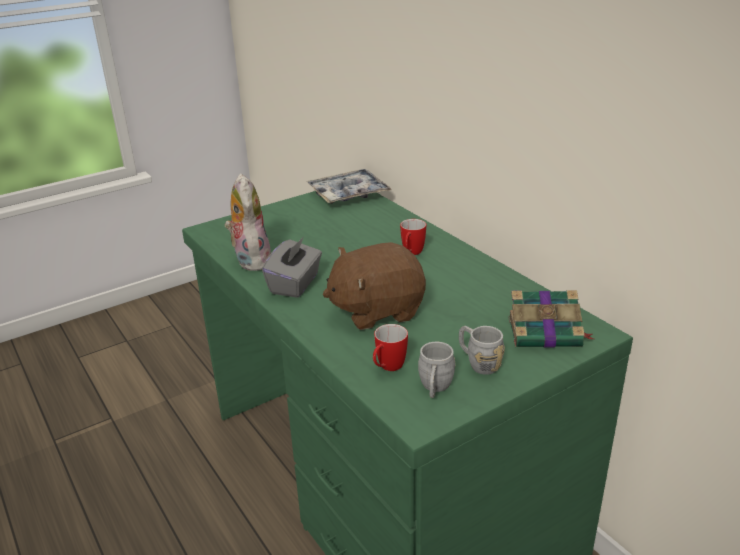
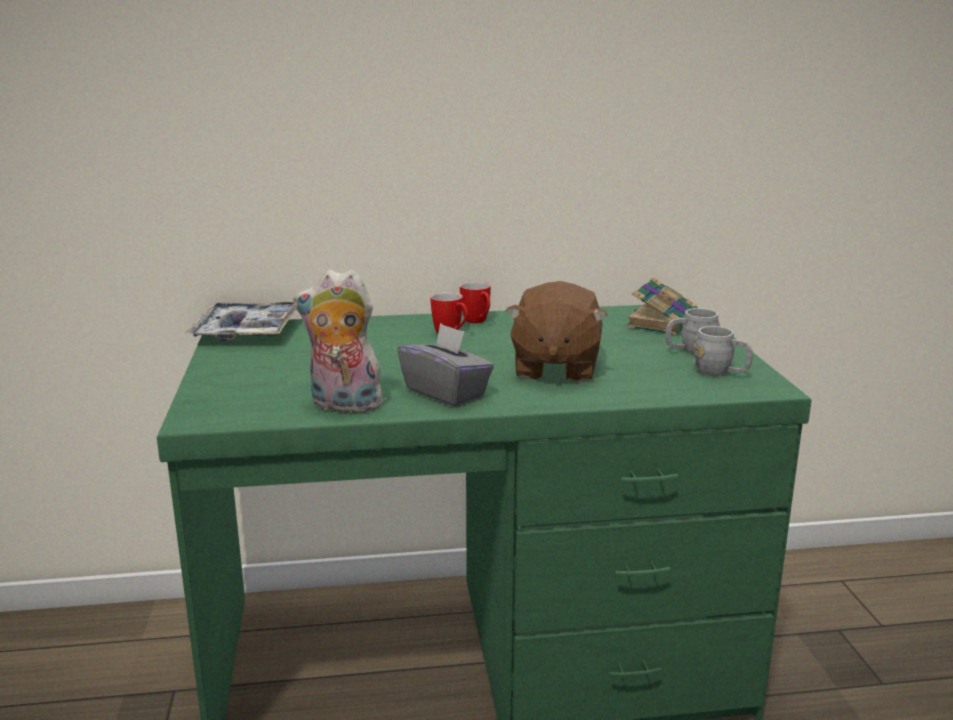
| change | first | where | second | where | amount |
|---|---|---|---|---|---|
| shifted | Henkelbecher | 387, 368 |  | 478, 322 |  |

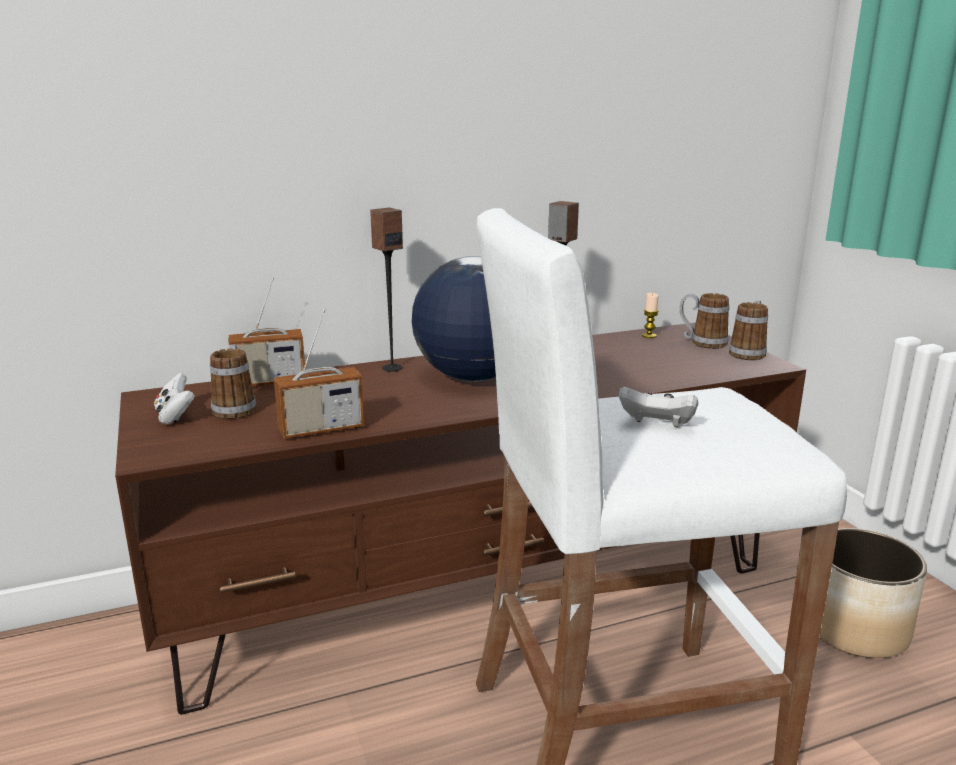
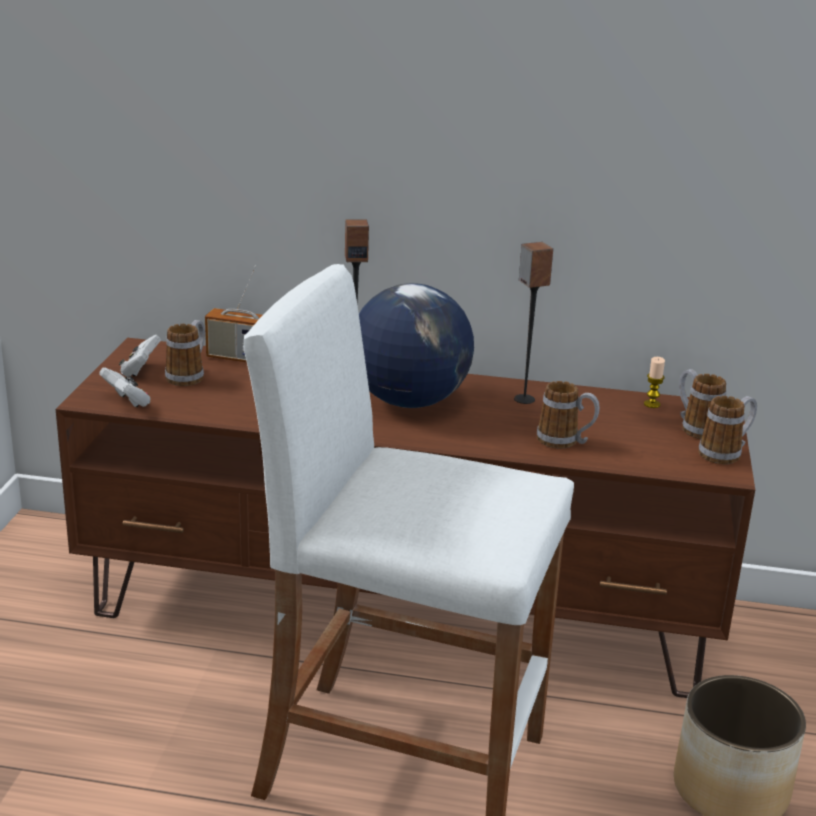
| change | first | where | second | where | amount |
|---|---|---|---|---|---|
| gone | Radio | 321, 429 |  |  |  |
| new |  |  | Henkelbecher | 565, 442 |  |
| shifted | Gamepad [weiß] | 656, 425 |  | 127, 402 |  |

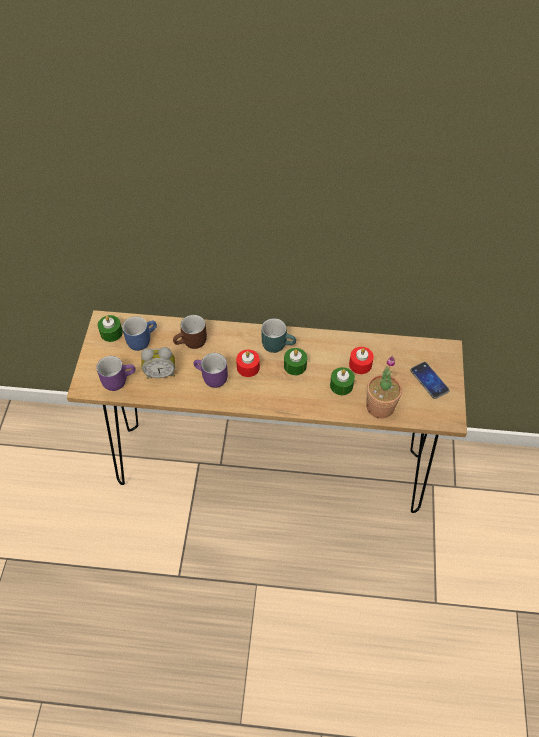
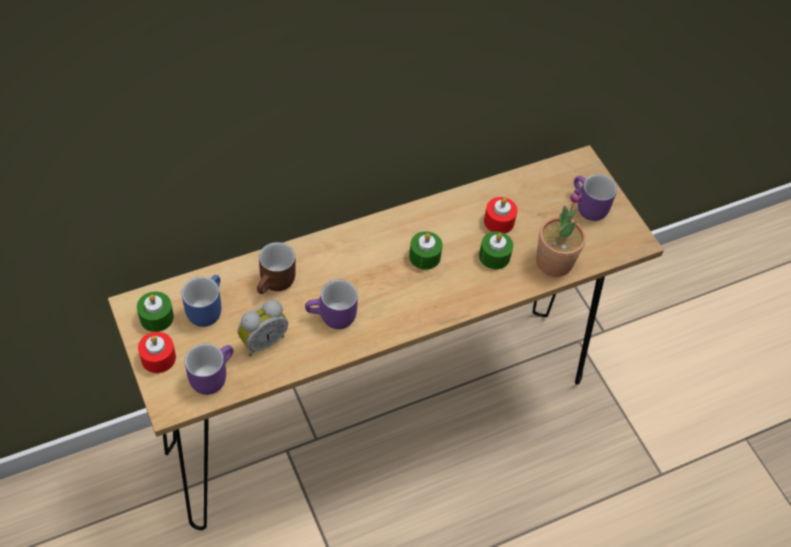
| change | first | where | second | where | amount |
|---|---|---|---|---|---|
| gone | Henkelbecher [türkis] | 278, 344 |  |  |  |
| shifted | Kerze [rot] | 248, 367 |  | 158, 358 |  |
| swapped | Handy | 429, 380 | Henkelbecher [lila] | 586, 207 |  |

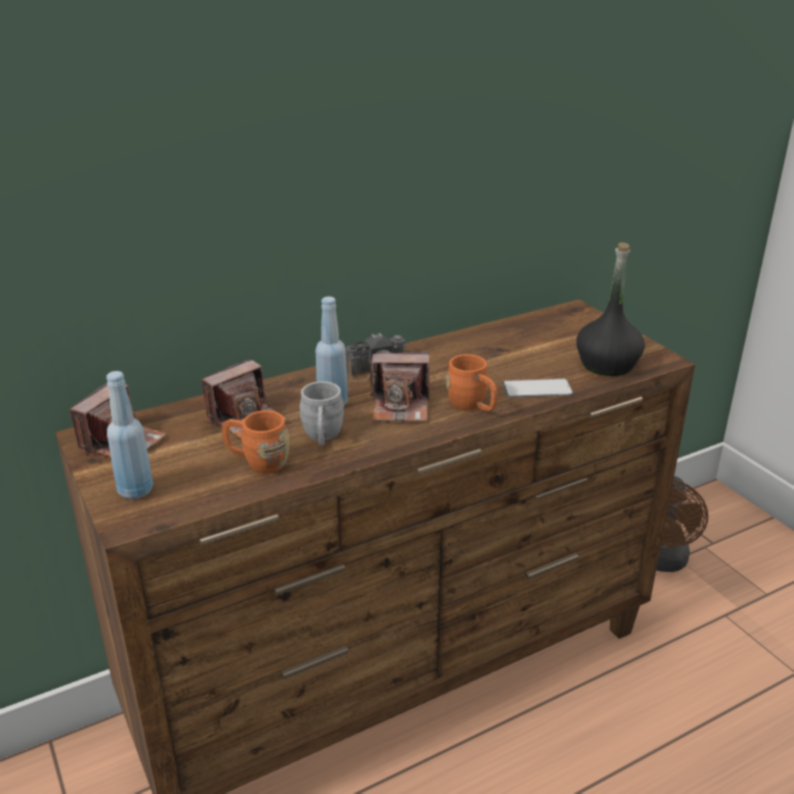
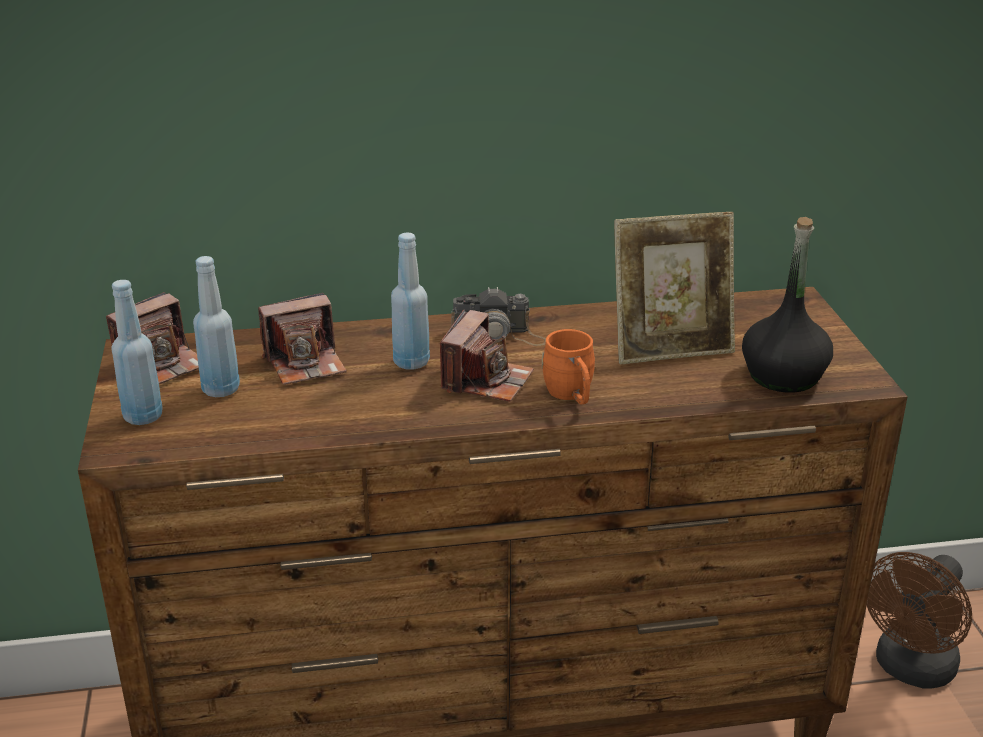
| change | first | where | second | where | amount |
|---|---|---|---|---|---|
| gone | Henkelbecher [orange] | 257, 461 |  |  |  |
| gone | Henkelbecher [grau] | 322, 437 |  |  |  |
| gone | Handy | 537, 389 |  |  |  |
| new |  |  | Flasche [blau] | 221, 389 |  |
| new |  |  | Bilderrahmen | 670, 348 |  |
| rotated | Kamera | 400, 407 |  | 486, 381 | 90 degrees counterclockwise |

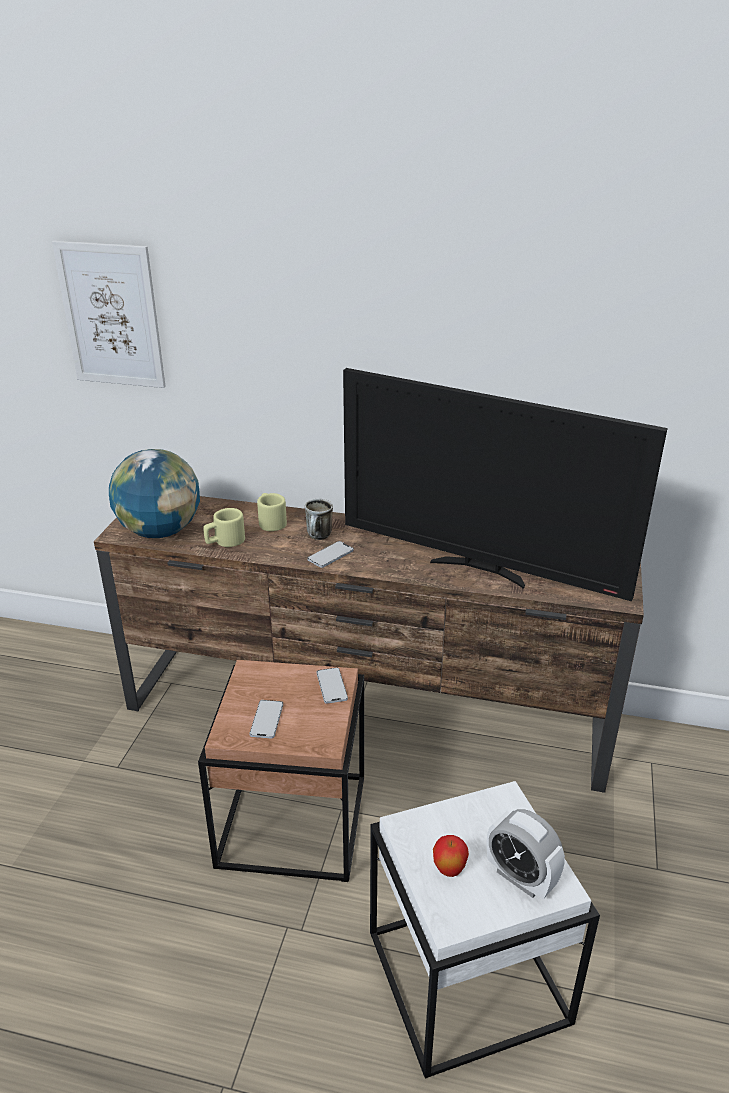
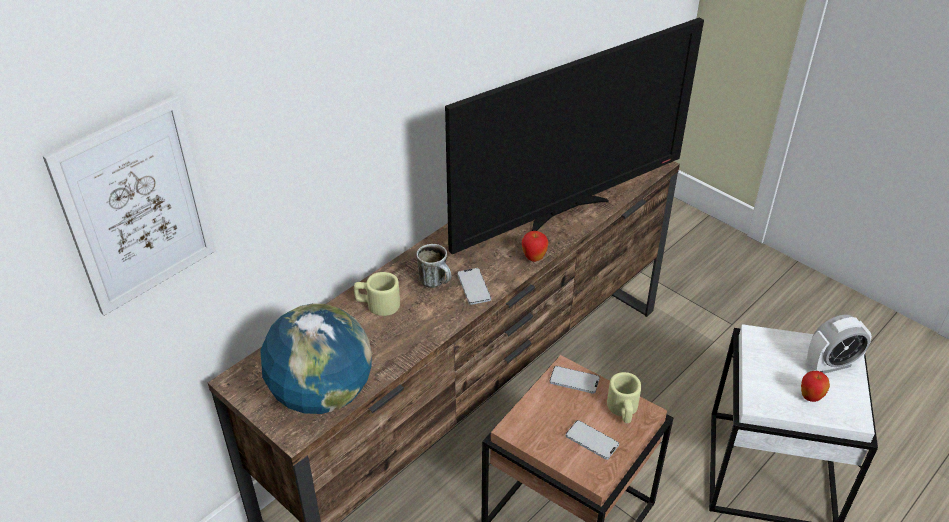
| change | first | where | second | where | amount |
|---|---|---|---|---|---|
| new |  |  | Apfel | 534, 258 |  |
| shifted | Henkelbecher [beige] | 224, 541 |  | 623, 409 |  |

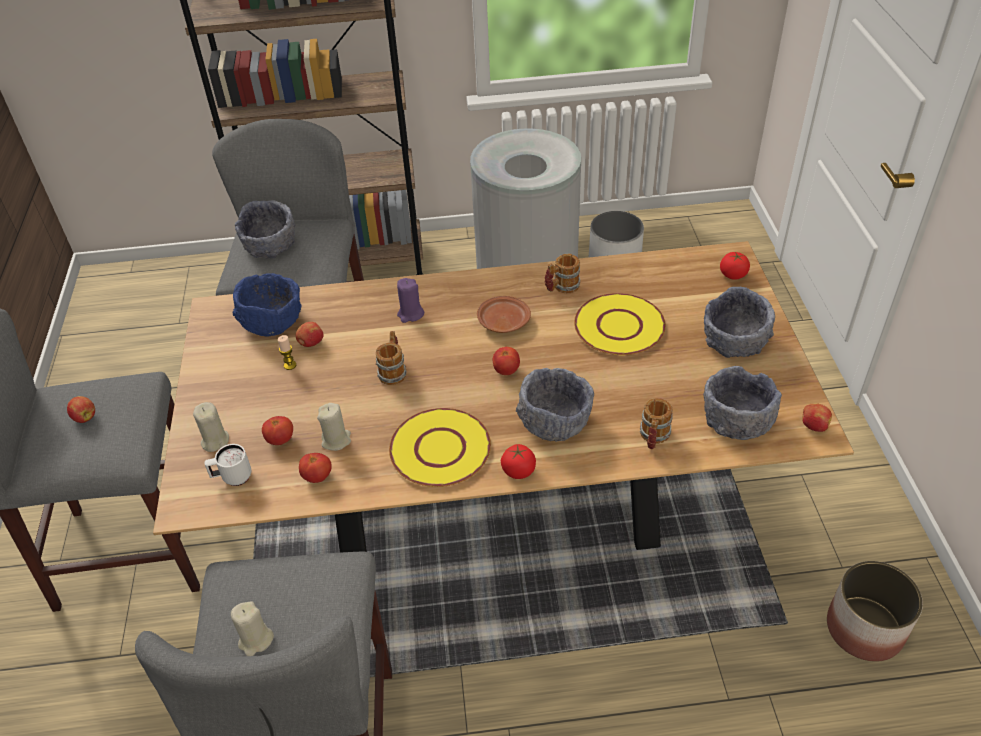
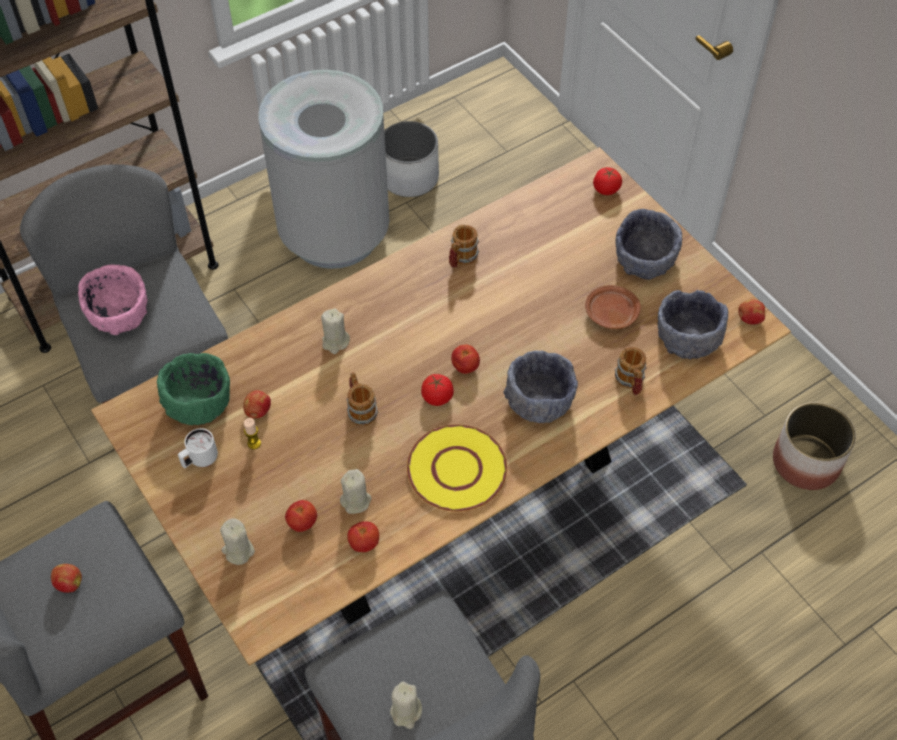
| change | first | where | second | where | amount |
|---|---|---|---|---|---|
| gone | Teller [gelb] | 619, 325 |  |  |  |
| shifted | Henkelbecher [weiß] | 232, 478 |  | 200, 460 |  |
| shifted | Teller [braun] | 503, 321 |  | 610, 313 |  |
| shifted | Tomate | 518, 470 |  | 437, 397 |  |
| repainted | Schüssel [blau] | 272, 320 | Schüssel [grün] | 198, 402 |  |
| repainted | Schüssel [grau] | 270, 245 | Schüssel [rosa] | 120, 314 |  |
| repainted | Kerze [lila] | 410, 314 | Kerze [beige] | 335, 342 |  |

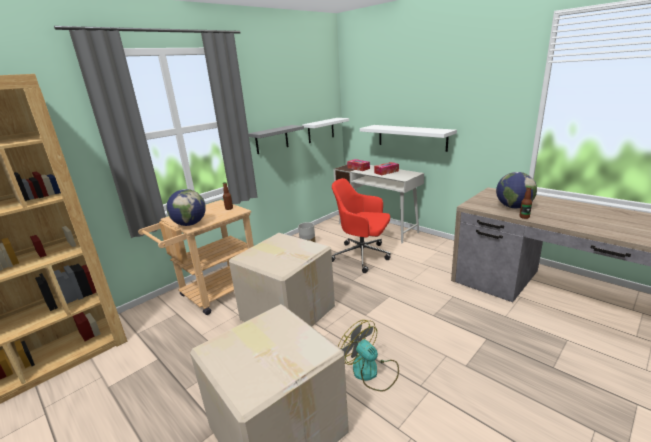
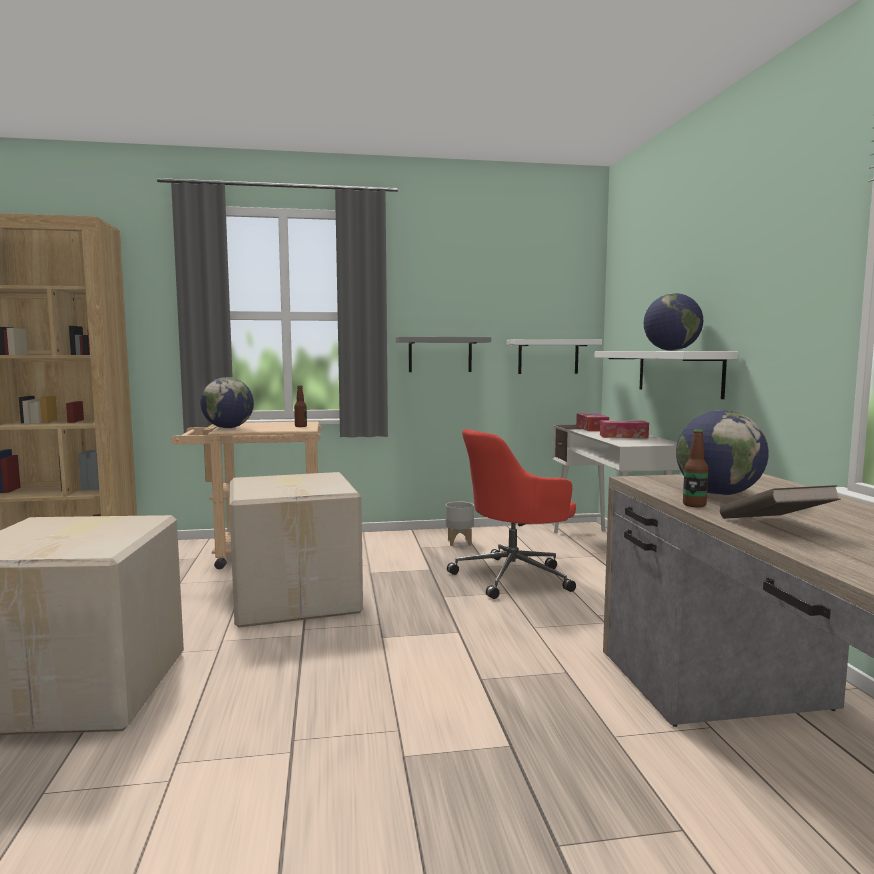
| change | first | where | second | where | amount |
|---|---|---|---|---|---|
| gone | Ventilator | 371, 372 |  |  |  |
| new |  |  | Globus | 671, 350 |  |
| new |  |  | Buch [braun] | 774, 526 |  |
| rotated | Bürostuhl [rot] | 363, 256 |  | 514, 577 | 90 degrees counterclockwise |

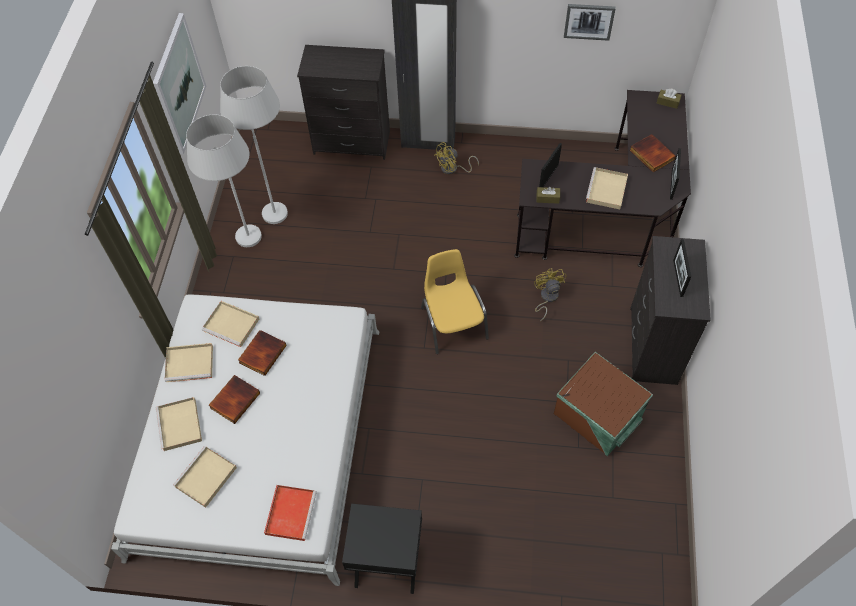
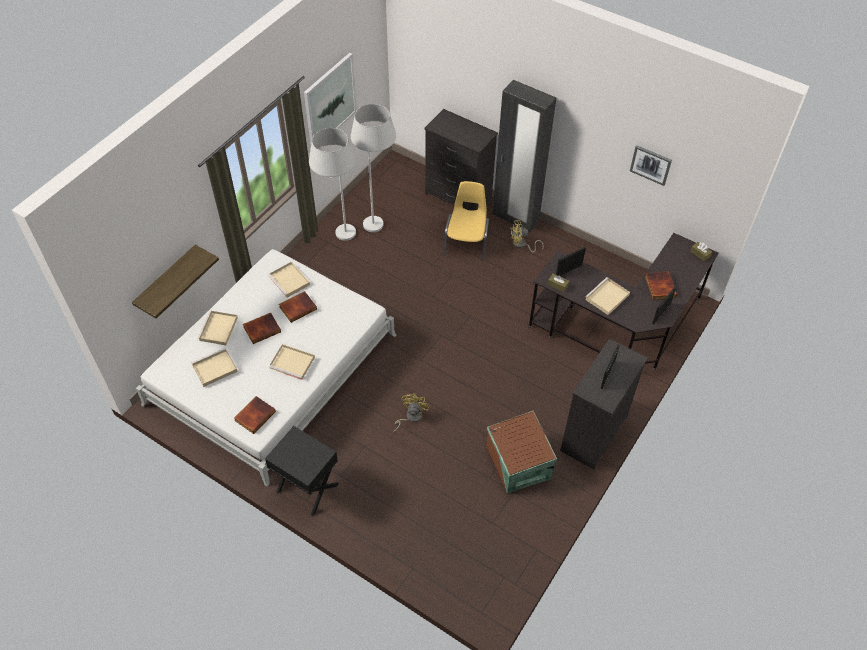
| change | first | where | second | where | amount |
|---|---|---|---|---|---|
| new |  |  | Wandregal | 166, 280 |  |
| shifted | Tablett [beige] | 191, 363 |  | 293, 363 |  |
| shifted | Stuhl [gelb] | 453, 322 |  | 466, 241 |  |
| shifted | Ventilator [gelb] | 547, 298 |  | 410, 417 |  |
| swapped | Tablett [rot] | 290, 512 | Buch | 254, 415 |  |

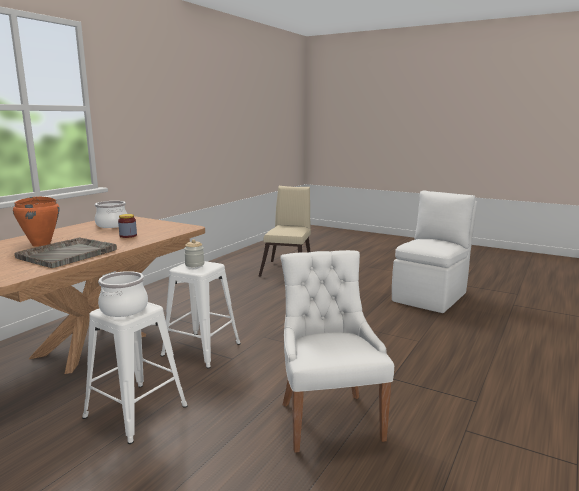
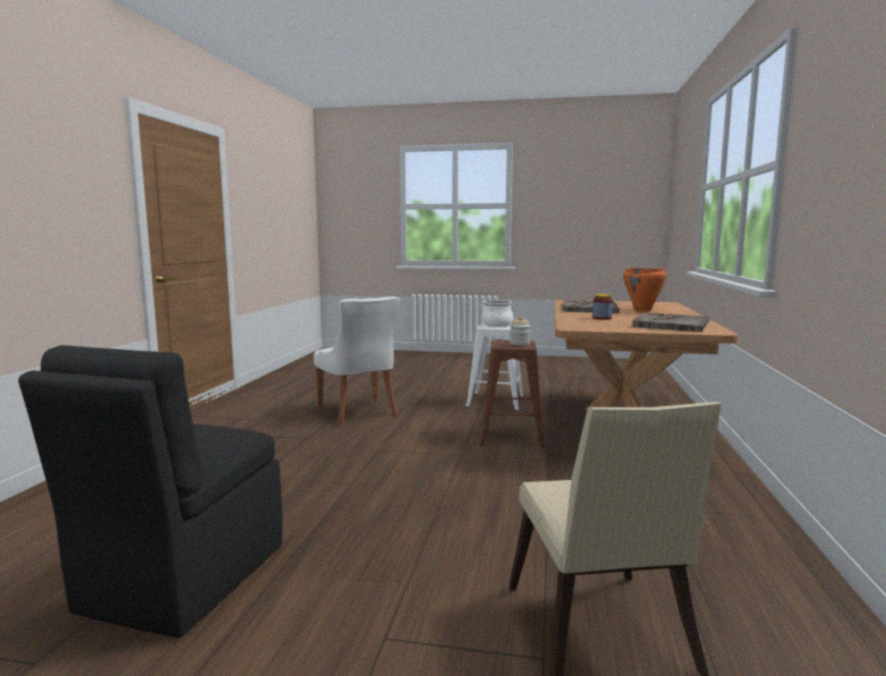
| change | first | where | second | where | amount |
|---|---|---|---|---|---|
| swapped | Kochtopf | 112, 225 | Tablett [grau] | 671, 324 |  |
| repainted | Hocker [weiß] | 201, 350 | Hocker [braun] | 510, 435 |  |
| repainted | Stuhl [weiß] | 430, 296 | Stuhl [schwarz] | 180, 579 |  |

